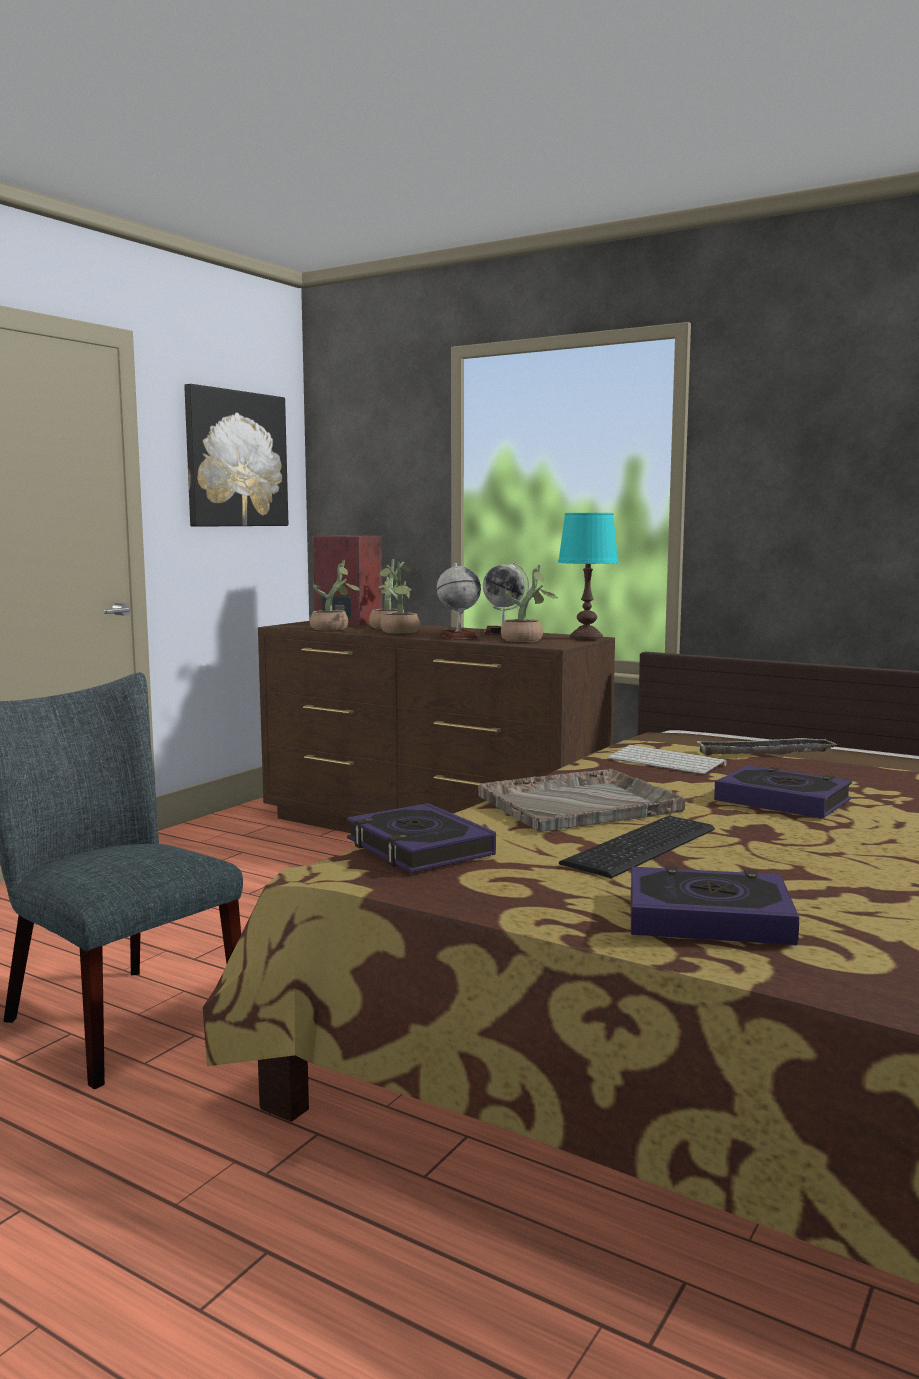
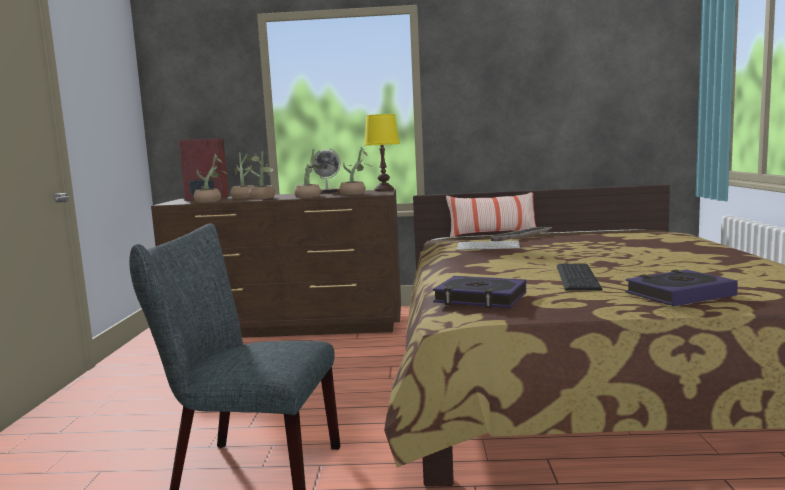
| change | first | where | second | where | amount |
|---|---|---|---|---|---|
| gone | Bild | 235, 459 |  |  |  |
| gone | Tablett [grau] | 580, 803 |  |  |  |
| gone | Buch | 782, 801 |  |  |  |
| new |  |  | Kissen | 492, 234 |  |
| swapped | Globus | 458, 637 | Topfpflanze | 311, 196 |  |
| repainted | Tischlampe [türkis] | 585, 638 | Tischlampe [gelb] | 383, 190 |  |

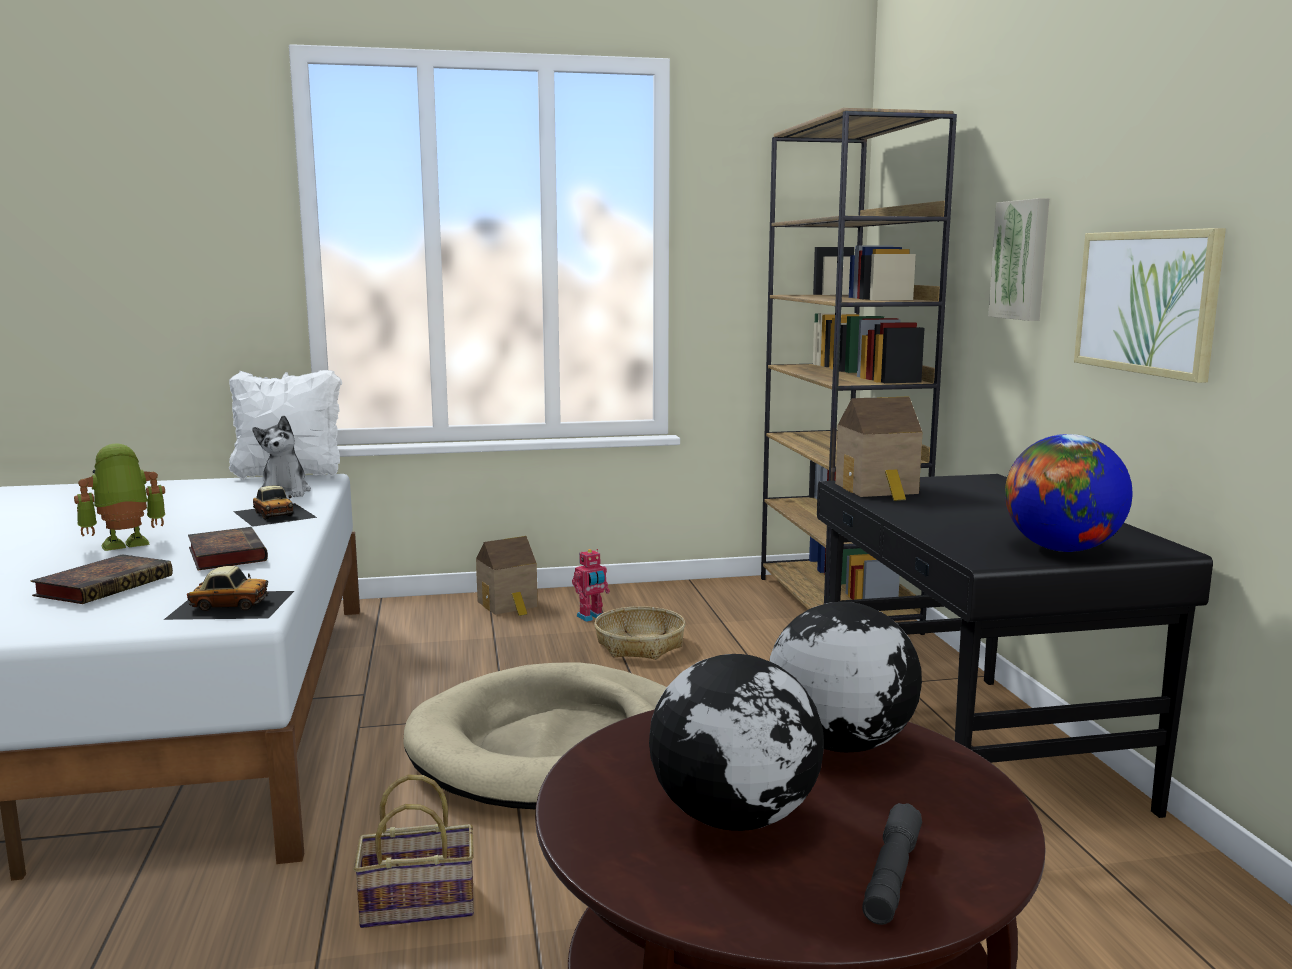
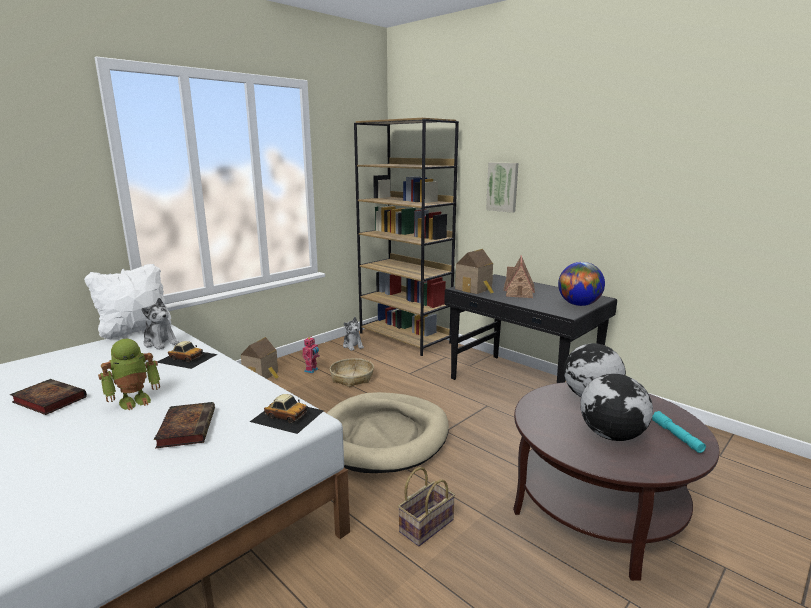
| change | first | where | second | where | amount |
|---|---|---|---|---|---|
| gone | Bild | 1147, 302 |  |  |  |
| new |  |  | Plüschtier | 353, 346 |  |
| new |  |  | Spielzeughaus | 519, 292 |  |
| shifted | Buch | 225, 554 |  | 48, 400 |  |
| repainted | Taschenlampe [grau] | 891, 876 | Taschenlampe [türkis] | 676, 436 |  |
| rotated | Spielzeugroboter | 125, 545 |  | 135, 400 | 150 degrees counterclockwise |
| rotated | Spielzeugauto | 231, 604 |  | 287, 415 | 60 degrees clockwise |

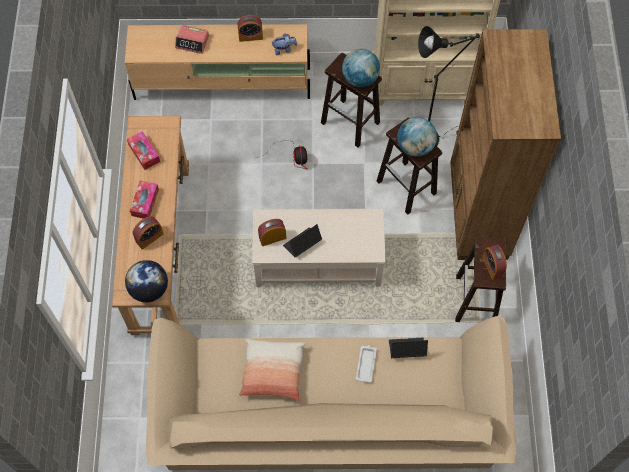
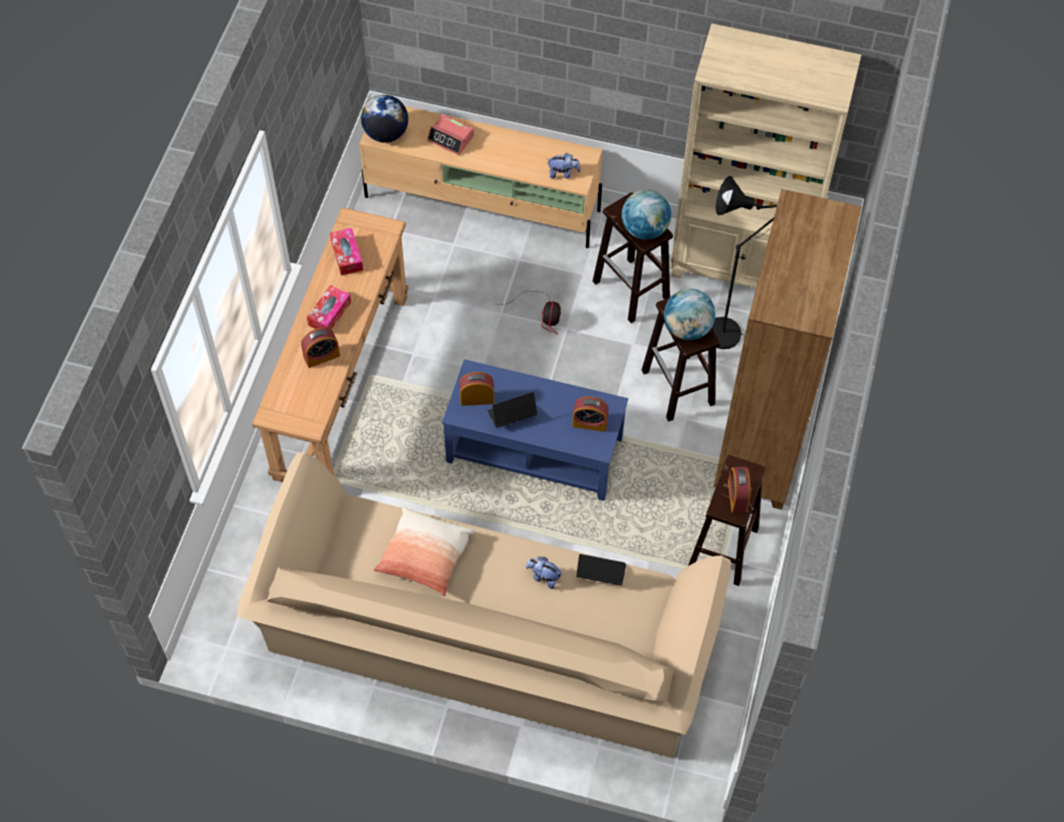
| change | first | where | second | where | amount |
|---|---|---|---|---|---|
| shifted | Globus | 149, 289 |  | 386, 134 |  |
| shifted | Wecker | 250, 36 |  | 589, 423 |  |
| swapped | Tablett [weiß] | 366, 364 | Plüschtier | 543, 577 |  |
| repainted | Couchtisch [beige] | 318, 261 | Couchtisch [blau] | 534, 450 |  |

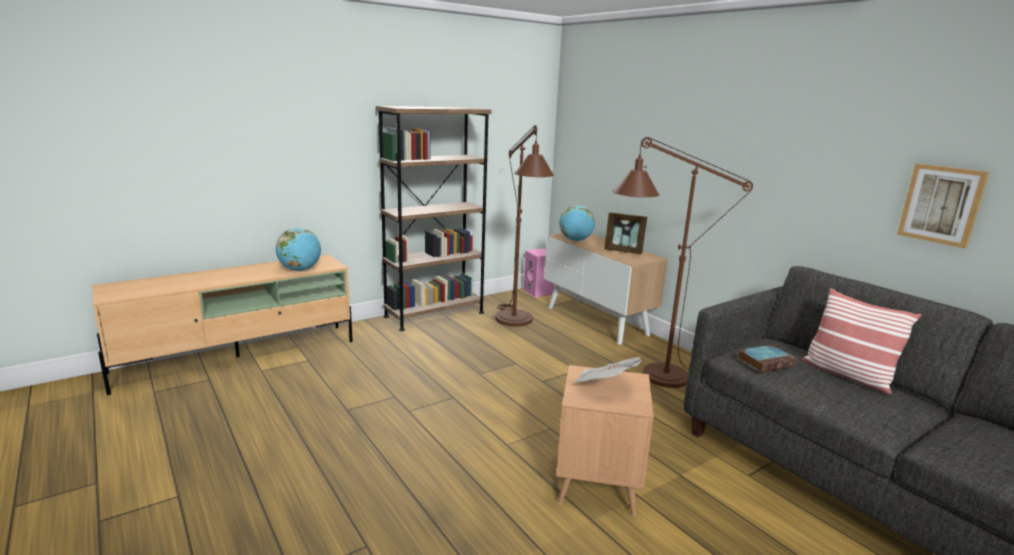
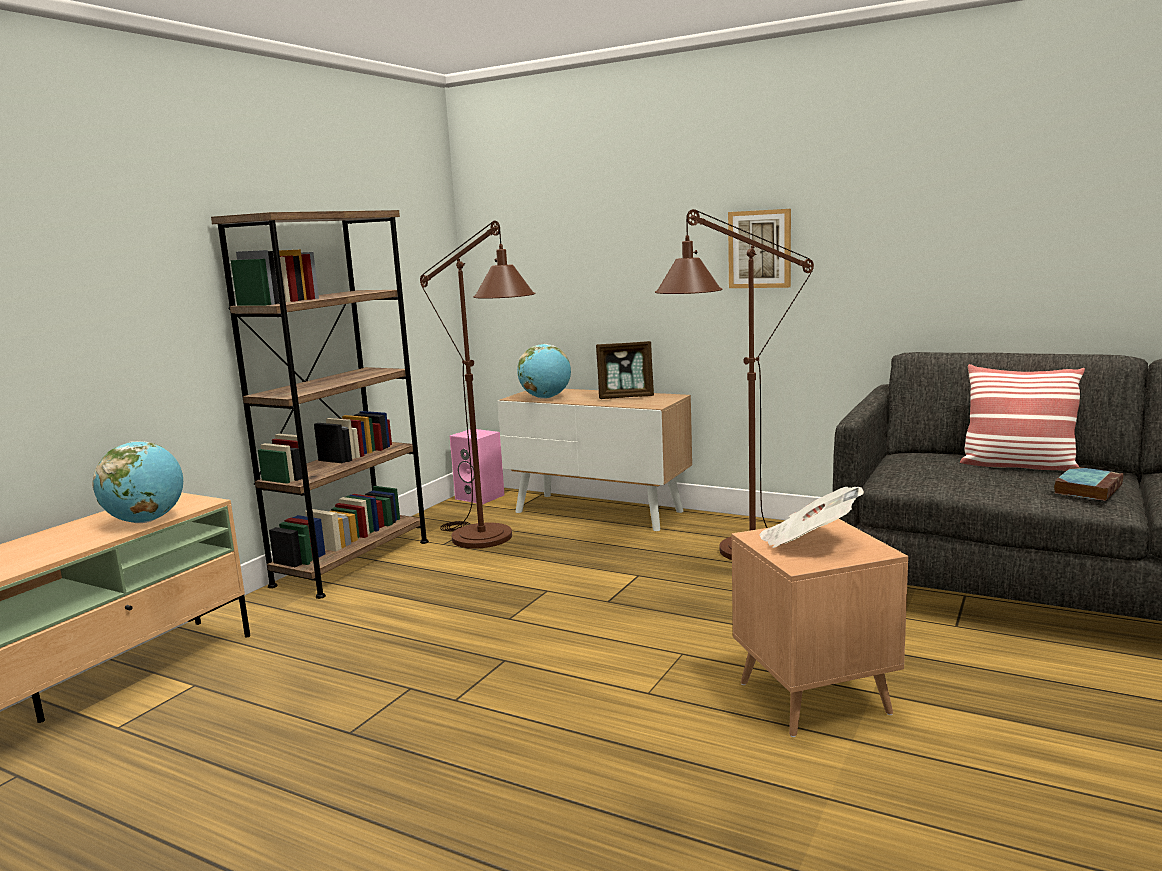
| change | first | where | second | where | amount |
|---|---|---|---|---|---|
| shifted | Buch | 766, 362 |  | 1087, 488 |  |
| shifted | Bild | 941, 204 |  | 760, 249 |  |

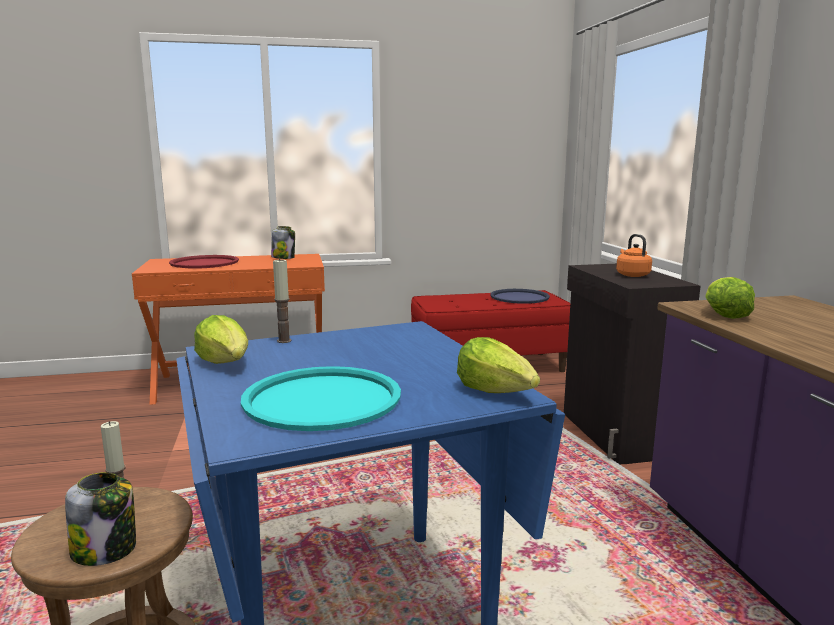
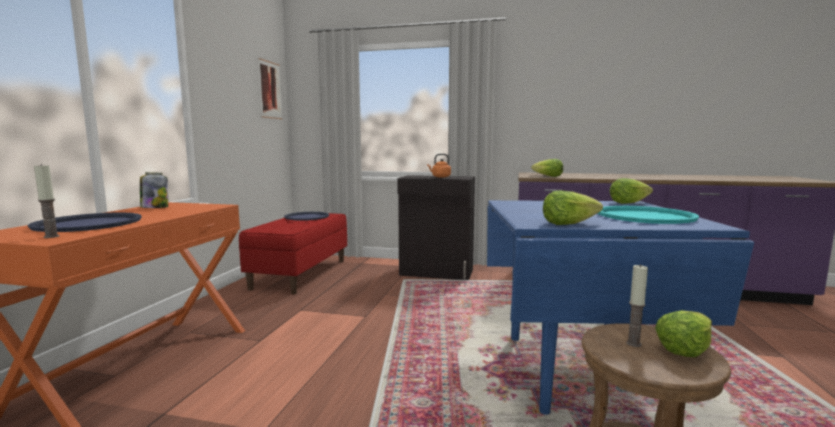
| change | first | where | second | where | amount |
|---|---|---|---|---|---|
| new |  |  | Bild | 270, 90 |  |
| shifted | Kerze | 284, 341 |  | 51, 236 |  |
| swapped | Vorratsglas | 106, 550 | Salatkopf | 684, 348 |  |
| repainted | Tablett [rot] | 204, 263 | Tablett [blau] | 89, 224 |  |

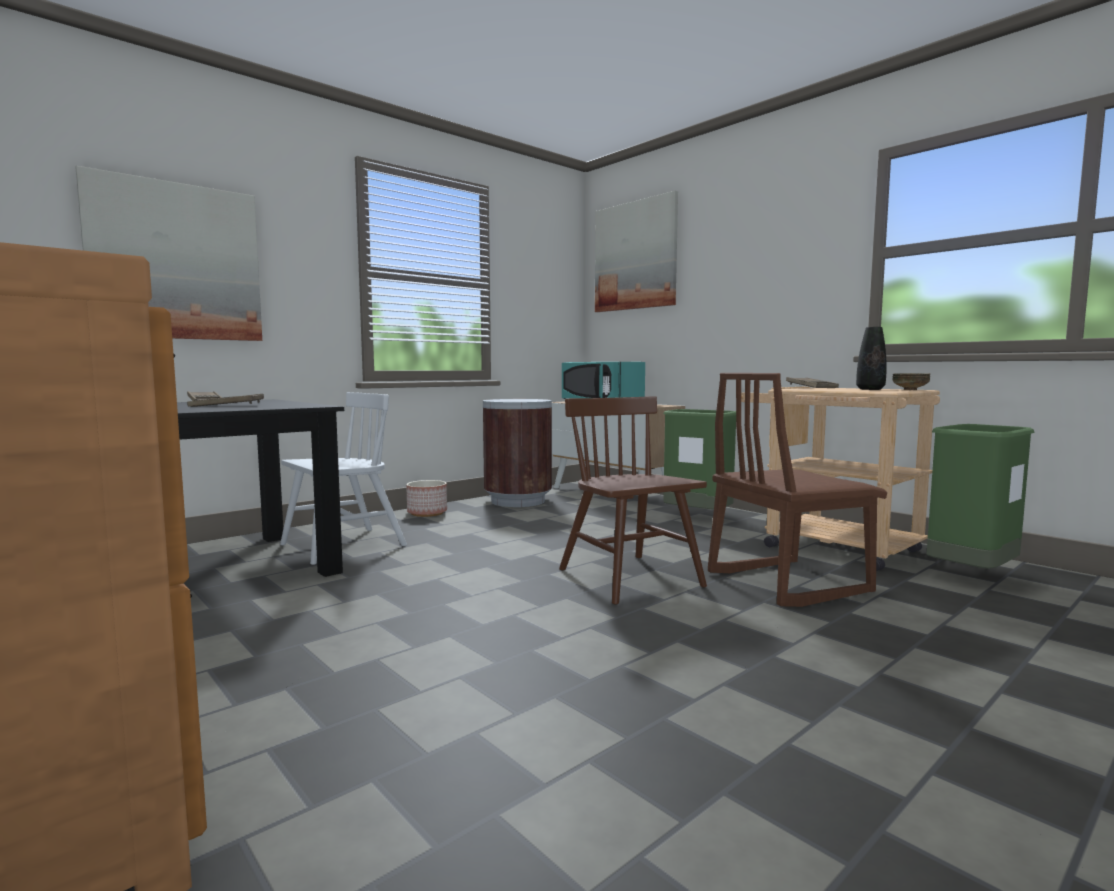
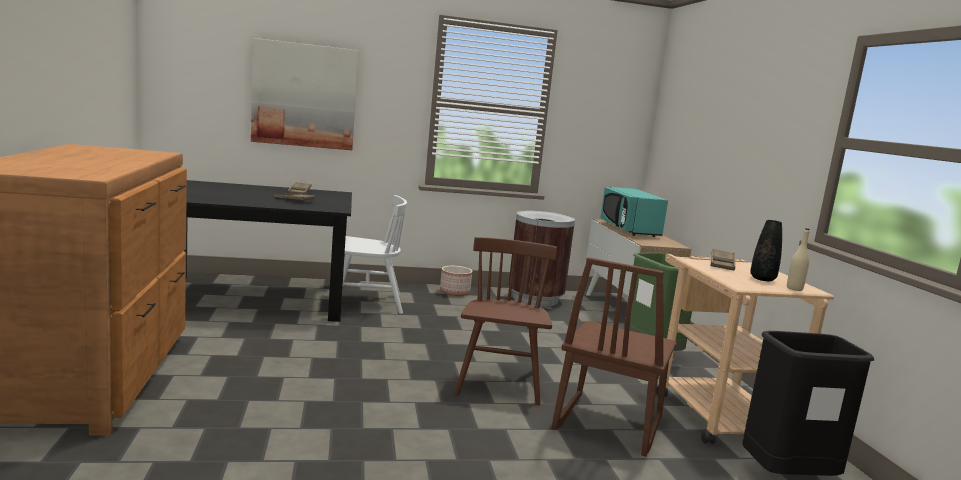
| change | first | where | second | where | amount |
|---|---|---|---|---|---|
| gone | Bild | 635, 256 |  |  |  |
| swapped | Schüssel | 910, 390 | Flasche [beige] | 794, 289 |  |
| repainted | Mülleimer [grün] | 971, 576 | Mülleimer [schwarz] | 787, 478 |  |
| rotated | Stuhl [braun] | 786, 582 |  | 606, 424 | 75 degrees counterclockwise |

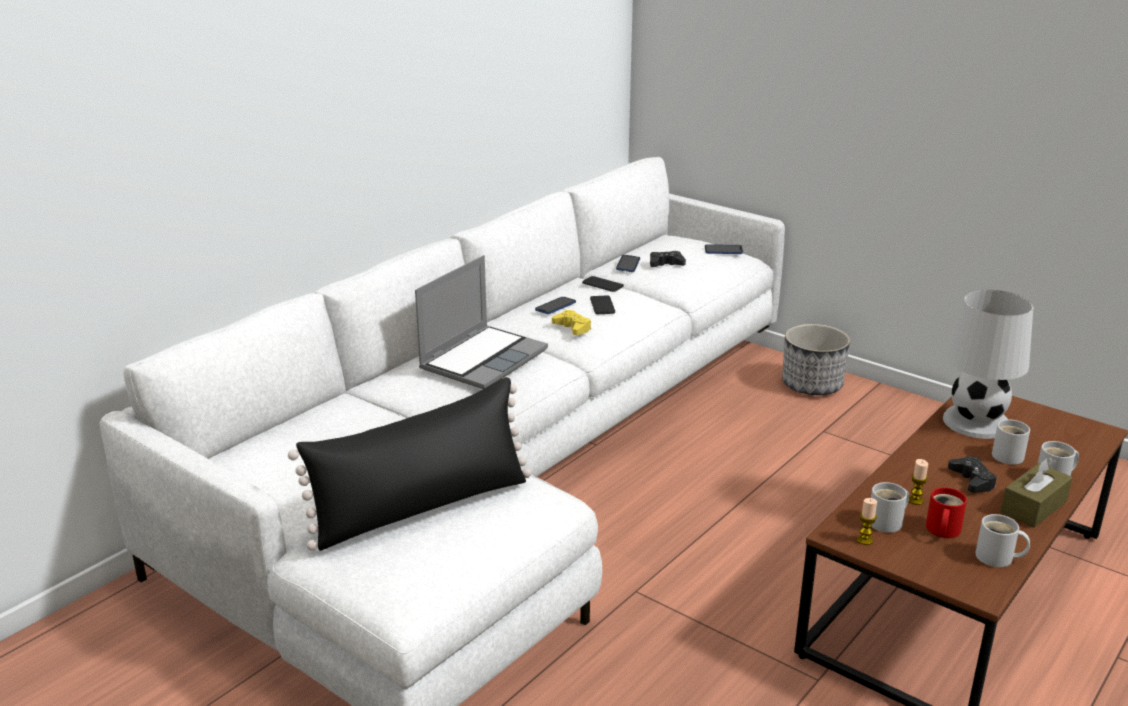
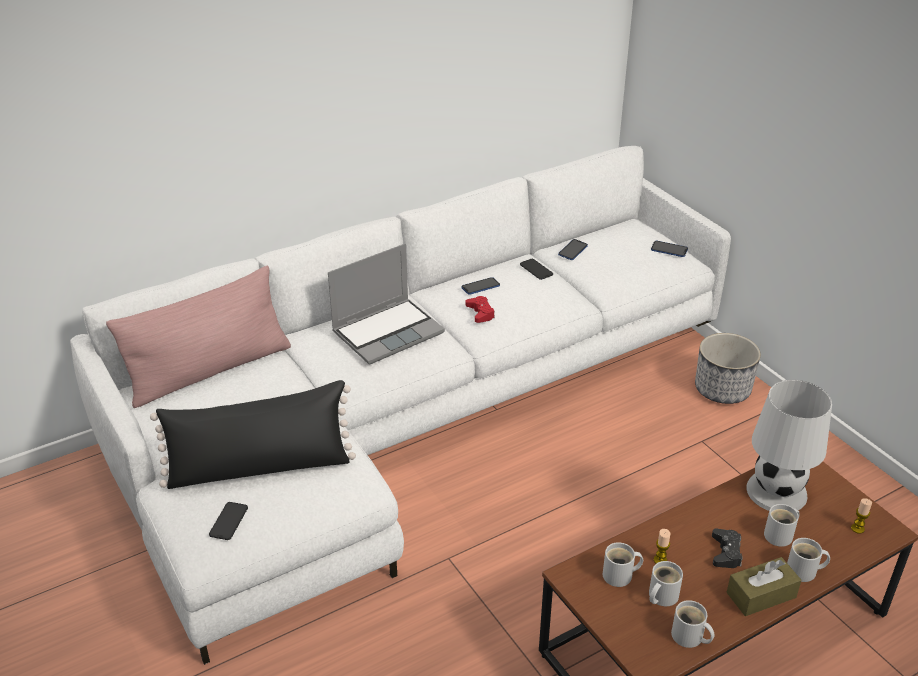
| change | first | where | second | where | amount |
|---|---|---|---|---|---|
| gone | Gamepad [schwarz] | 666, 264 |  |  |  |
| new |  |  | Kissen [rosa] | 210, 371 |  |
| shifted | Handy | 602, 305 |  | 228, 521 |  |
| shifted | Kerze | 864, 540 |  | 857, 528 |  |
| repainted | Gamepad [gelb] | 572, 328 | Gamepad [rot] | 480, 313 |  |
| repainted | Henkelbecher [rot] | 941, 530 | Henkelbecher [weiß] | 661, 596 |  |

